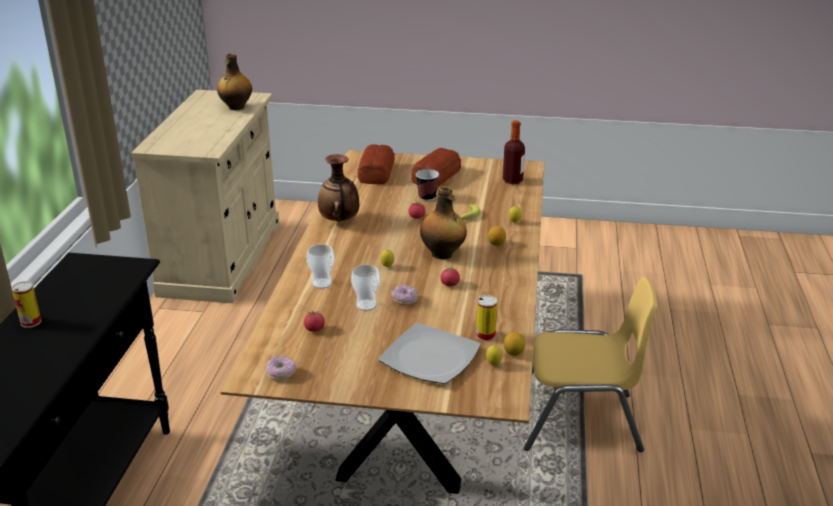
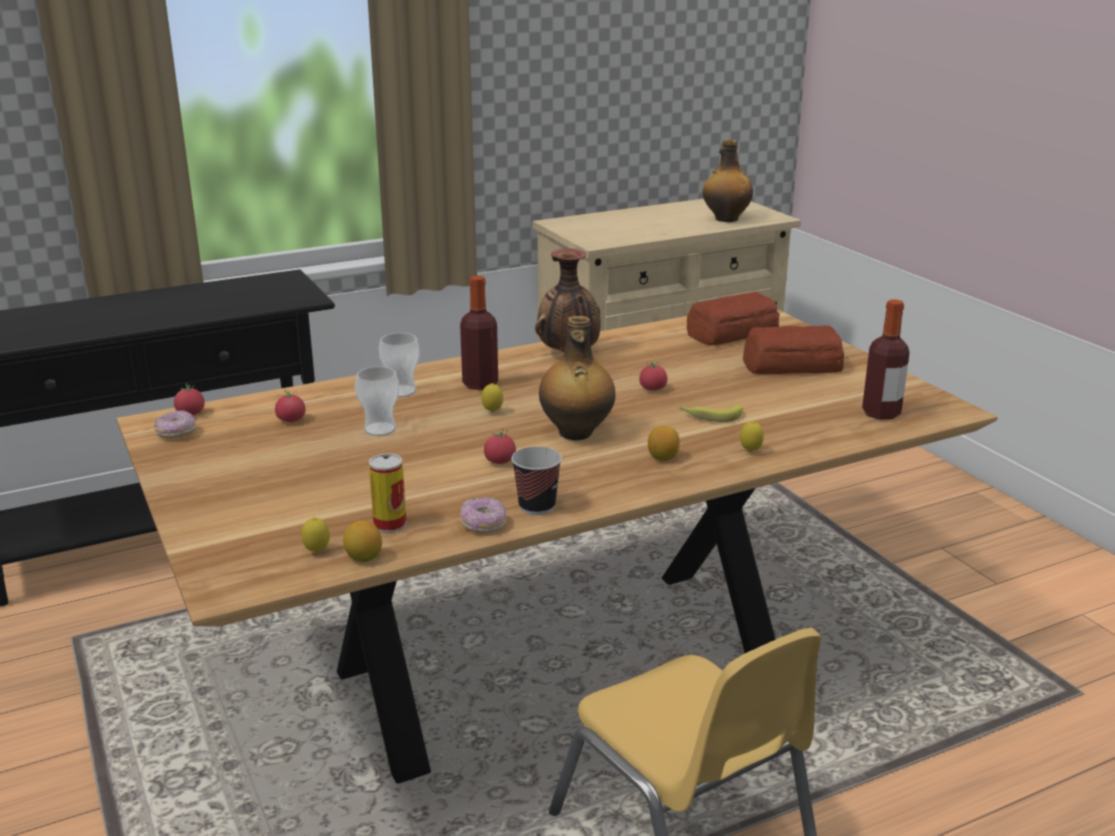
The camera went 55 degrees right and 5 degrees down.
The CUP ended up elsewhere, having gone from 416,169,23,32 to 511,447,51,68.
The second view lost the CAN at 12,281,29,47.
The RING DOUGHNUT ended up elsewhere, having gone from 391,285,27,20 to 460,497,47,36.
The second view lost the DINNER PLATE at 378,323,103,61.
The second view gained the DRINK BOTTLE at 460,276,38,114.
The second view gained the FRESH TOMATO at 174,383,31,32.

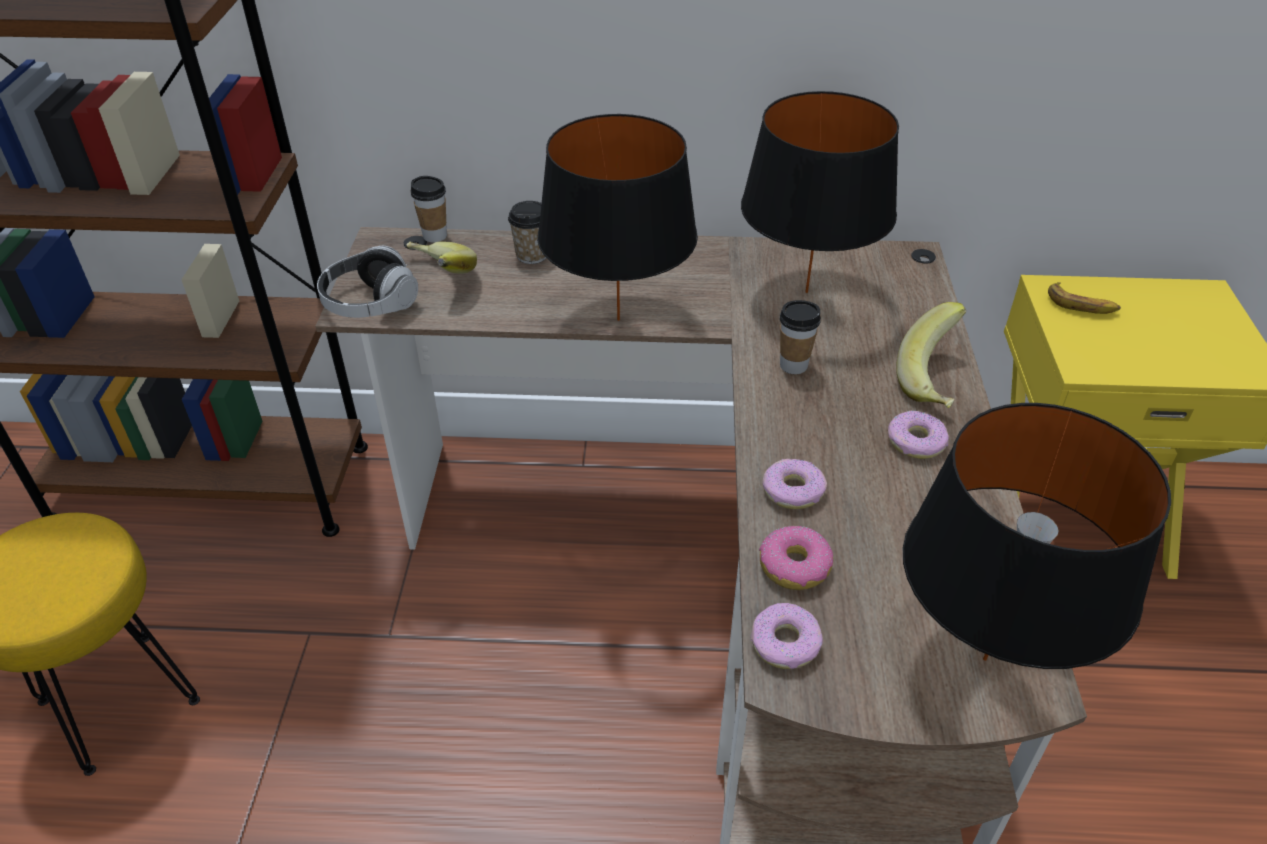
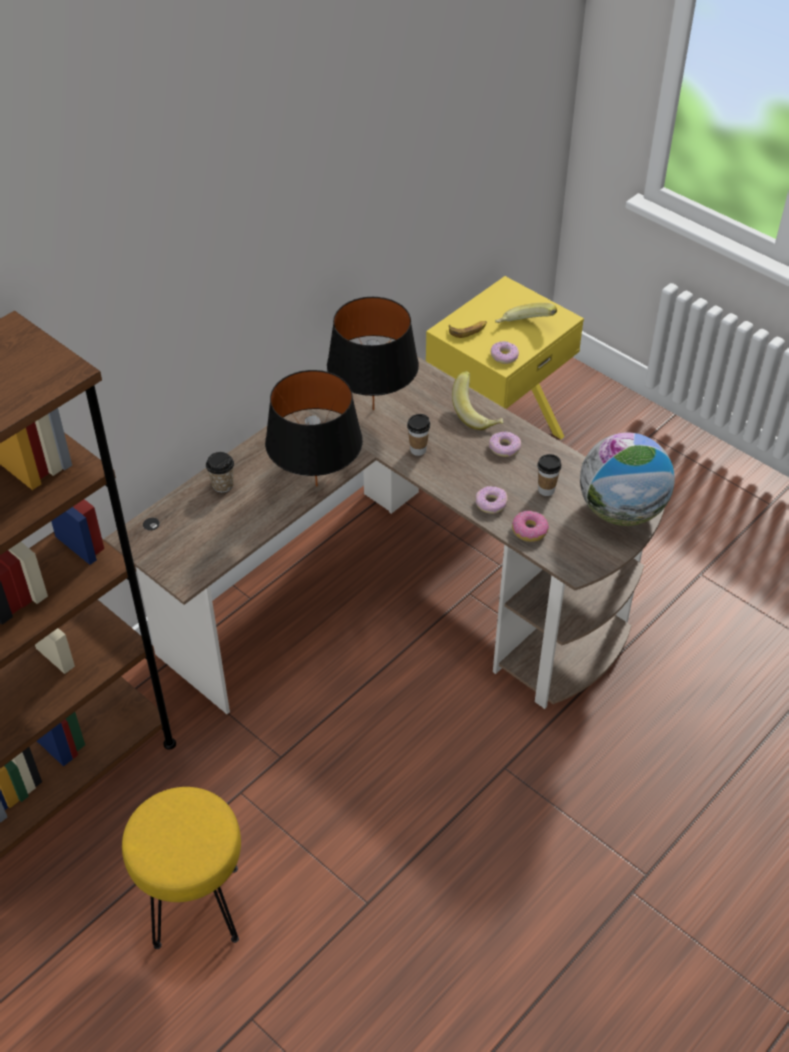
The camera went 50 degrees left and 5 degrees up.
The CUP ended up elsewhere, having gone from 411,176,36,66 to 537,454,24,42.
The BANANA ended up elsewhere, having gone from 406,242,71,32 to 495,303,62,20.
The second view lost the PAIR OF HEADPHONES at 317,246,101,72.
Where the BLACKISH LAMP FOR A TABLE stood at 903,403,268,266, the DESK GLOBE came to stand at 580,433,95,93.
The RING DOUGHNUT ended up elsewhere, having gone from 751,603,72,66 to 491,341,28,23.

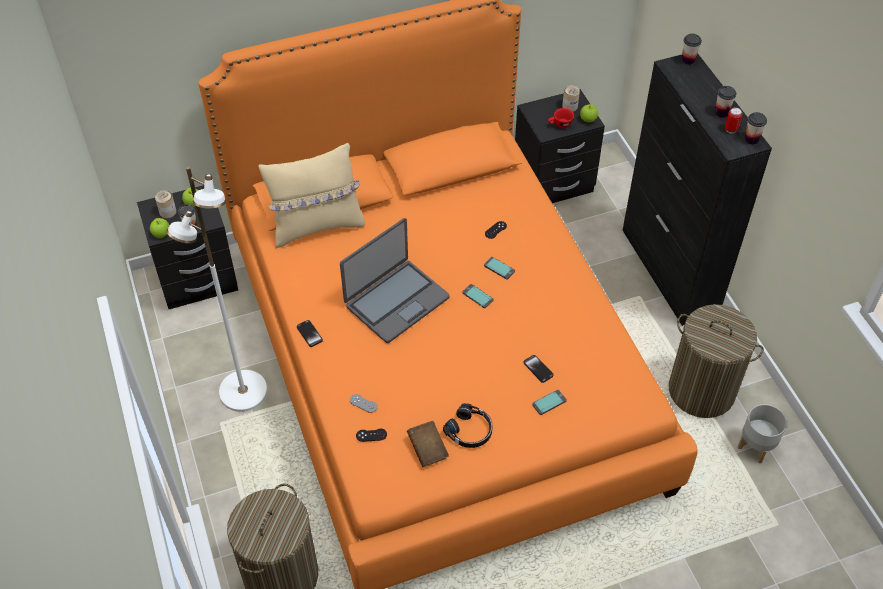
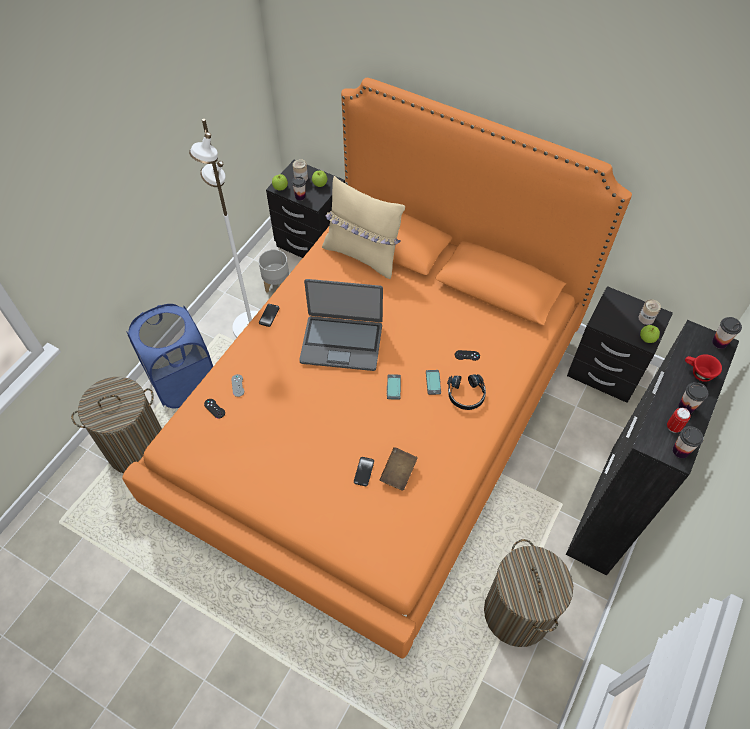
The camera went 50 degrees right and 5 degrees up.
The REDDISH CUP ended up elsewhere, having gone from 548,108,26,20 to 685,354,37,28.
The second view lost the PHONE at 532,390,35,25.
The BLACKISH PAIR OF HEADPHONES ended up elsewhere, having gone from 443,403,50,45 to 447,374,39,36.
The GREYISH PLANTER ended up elsewhere, having gone from 738,404,49,59 to 258,249,31,44.
The BROWNISH BOOK ended up elsewhere, having gone from 407,421,42,46 to 379,447,39,44.
The second view gained the BLUE-COLOURED LAUNDRY BASKET at 126,304,87,105.

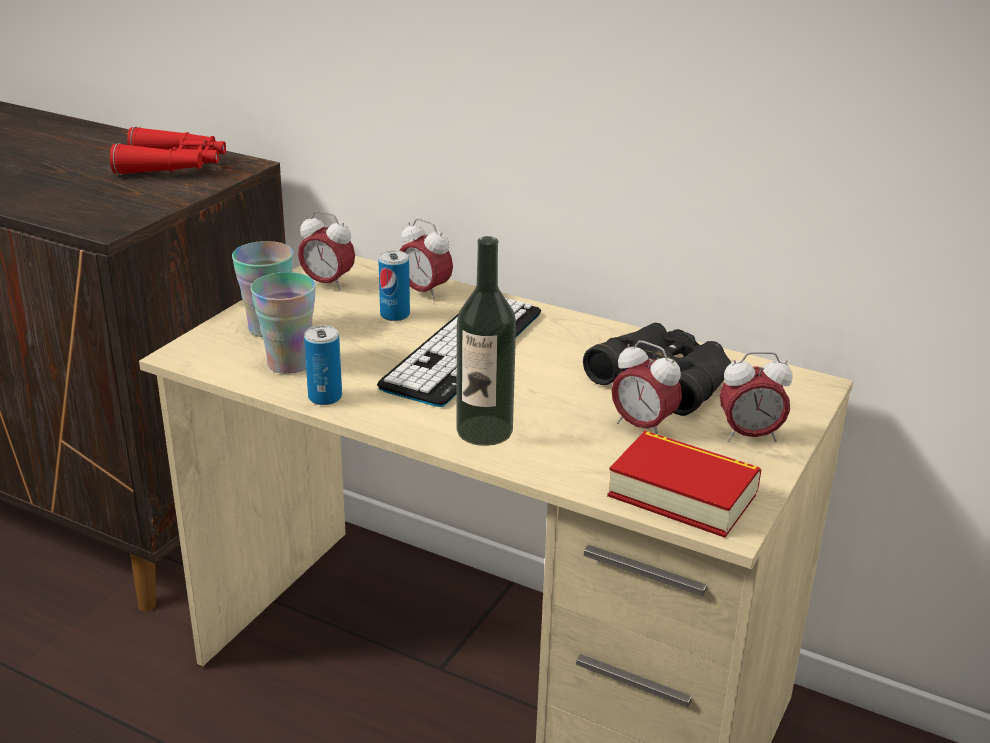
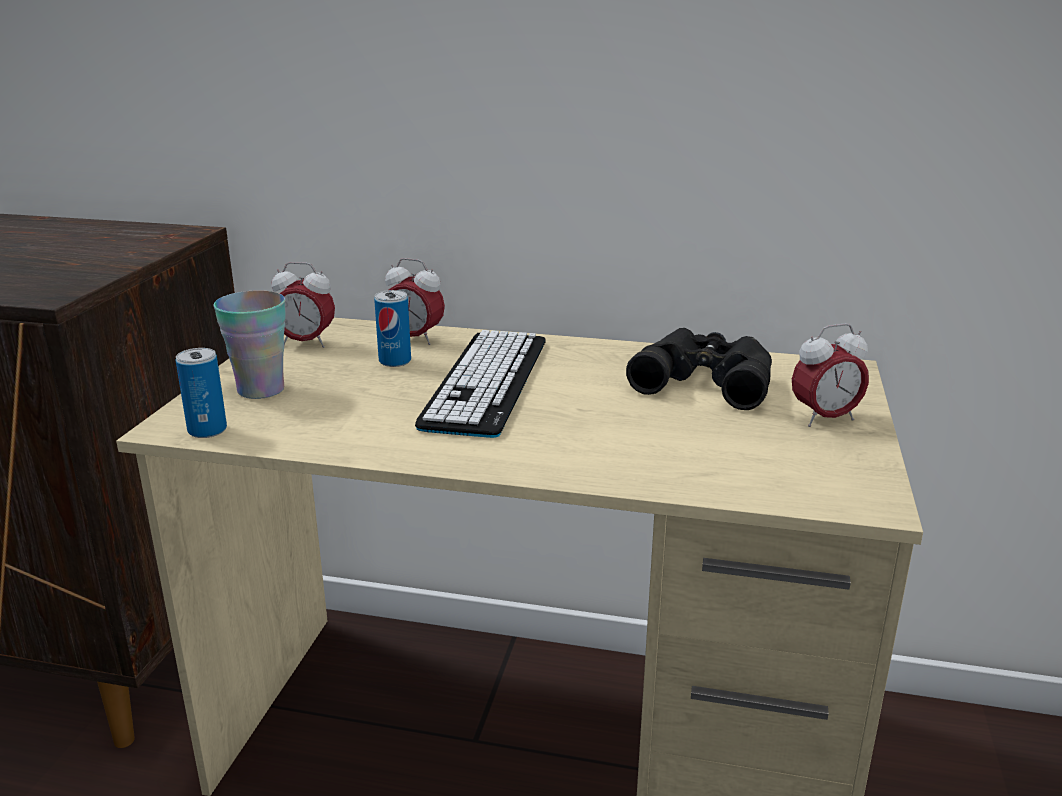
The camera went 15 degrees left and 5 degrees down.
The second view lost the REDDISH BINOCULARS at 110,127,116,48.
The second view lost the DRINK BOTTLE at 456,236,60,210.
The second view lost the CUP at 251,272,65,102.
The CAN ended up elsewhere, having gone from 304,325,38,80 to 176,348,51,90.
The second view lost the TABLE CLOCK at 611,341,71,94.
The second view lost the BOOK at 607,431,154,107.

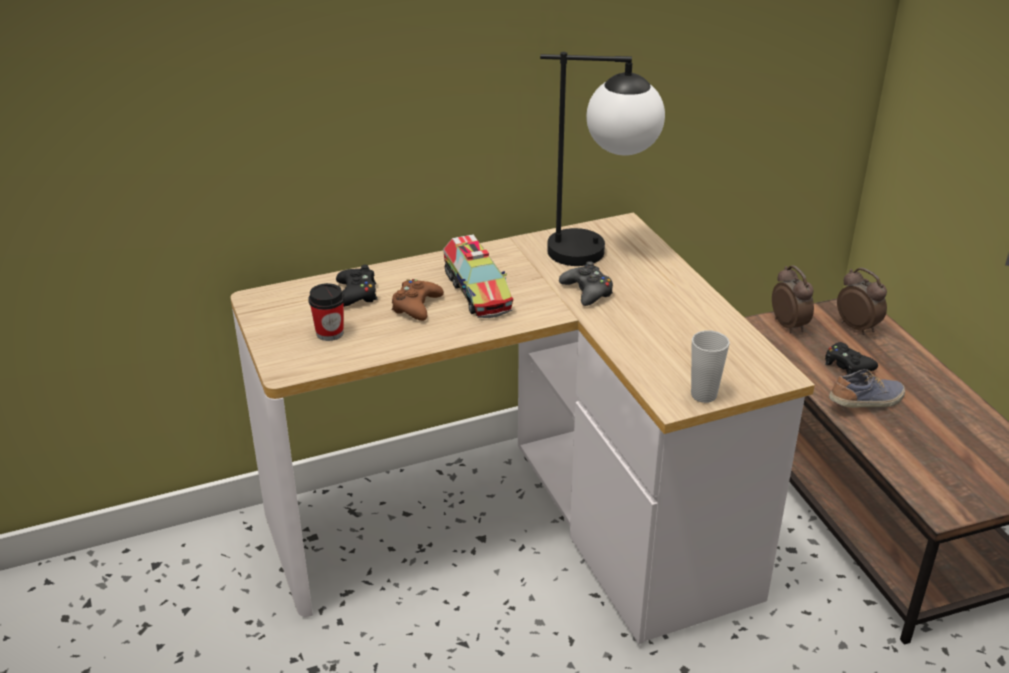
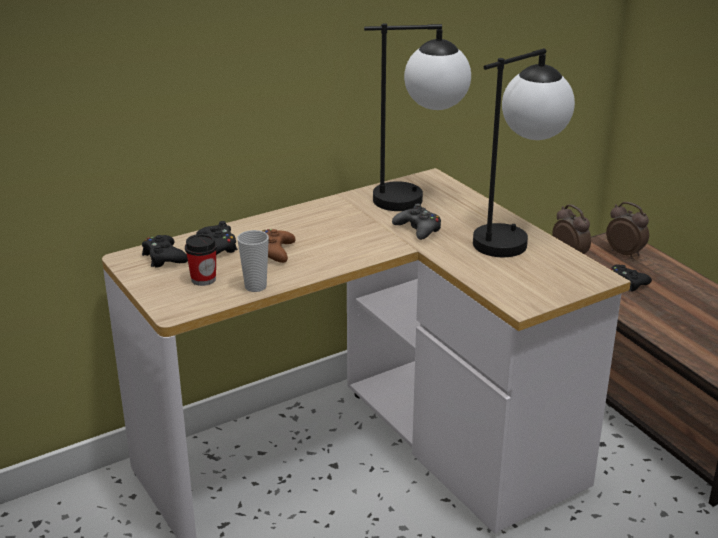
The camera went 10 degrees left and 5 degrees down.
The second view lost the TOY TRUCK at 443,234,70,84.
The CUP ended up elsewhere, having gone from 691,330,39,73 to 237,230,32,62.
The second view lost the ITEM OF FOOTWEAR at 829,369,76,39.
The second view gained the LAMP FOR A TABLE at 473,48,102,209.
The second view gained the BLACKISH JOYPAD at 142,235,46,33.

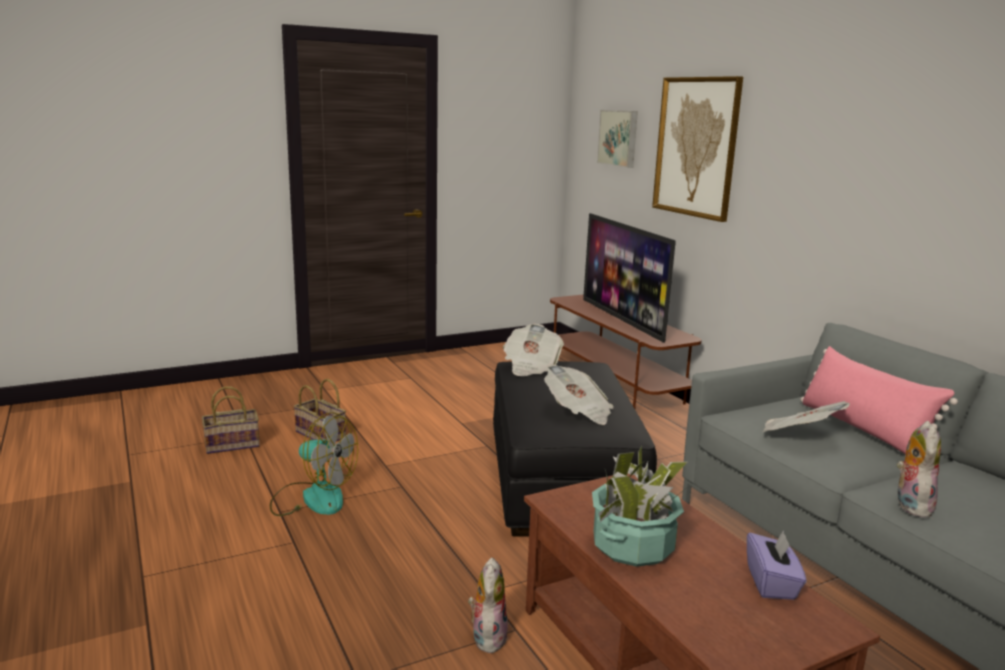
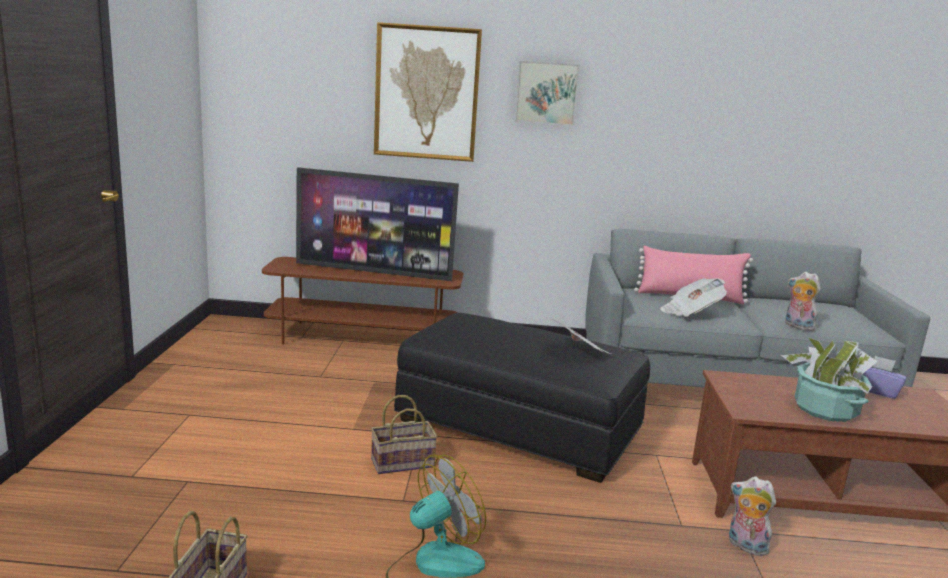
The camera went 60 degrees left and 0 degrees up.
The WALL ART ended up elsewhere, having gone from 597,110,41,58 to 515,61,65,65.
The second view lost the DAILY PAPER at 503,324,61,52.
The STORAGE BASKET ended up elsewhere, having gone from 294,379,52,62 to 371,395,67,79.

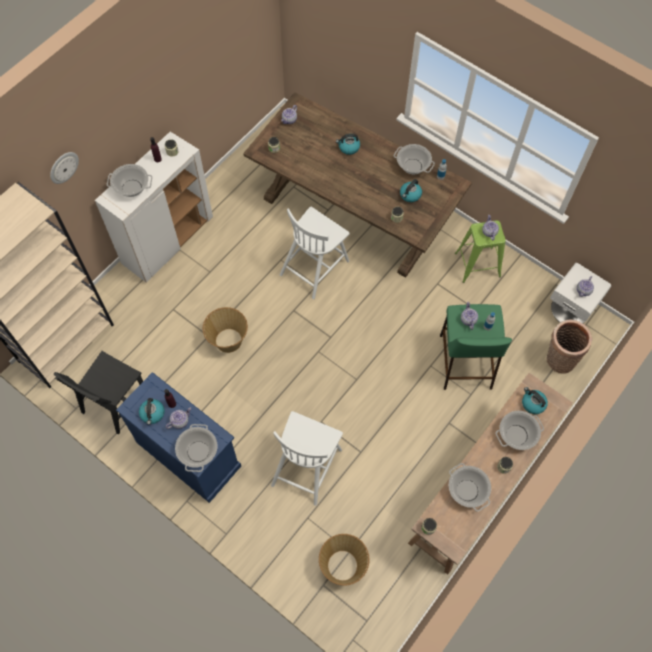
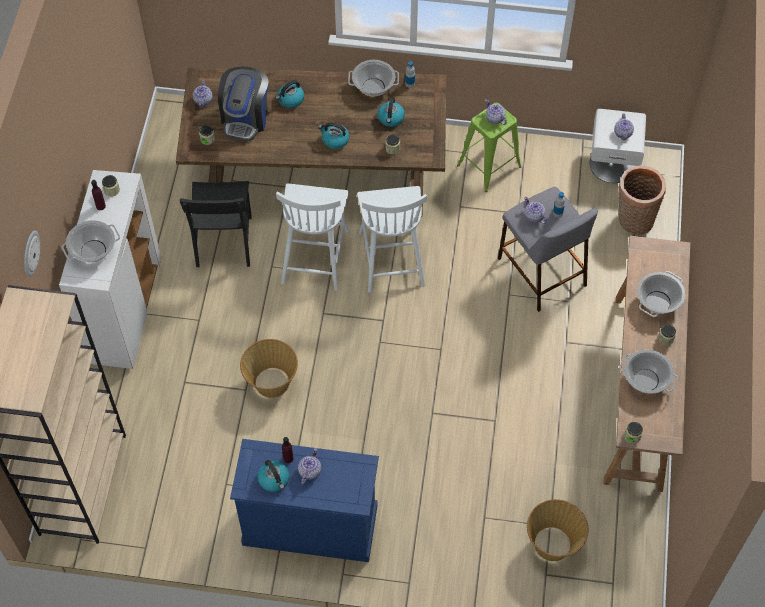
The camera went 30 degrees left and 5 degrees down.
What was the GREENISH STOOL SEAT at 440,304,72,86 turned into the GREYISH STOOL SEAT at 498,187,100,125.
The BLACKISH PLAIN CHAIR ended up elsewhere, having gone from 53,351,90,84 to 180,181,72,86.
The WATER KETTLE ended up elsewhere, having gone from 522,387,26,27 to 318,122,31,27.
The WHITISH PLAIN CHAIR ended up elsewhere, having gone from 271,411,72,95 to 357,186,70,107.
The second view lost the COOKING POT at 175,424,42,48.
The second view gained the COFFEE BREWER at 218,66,50,75.

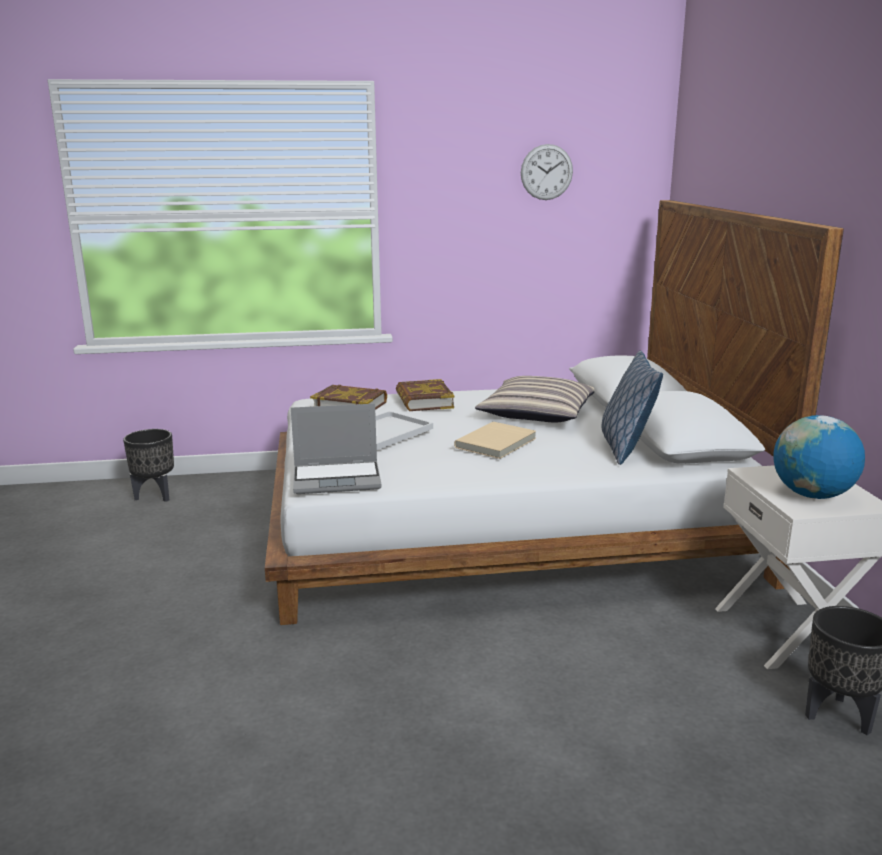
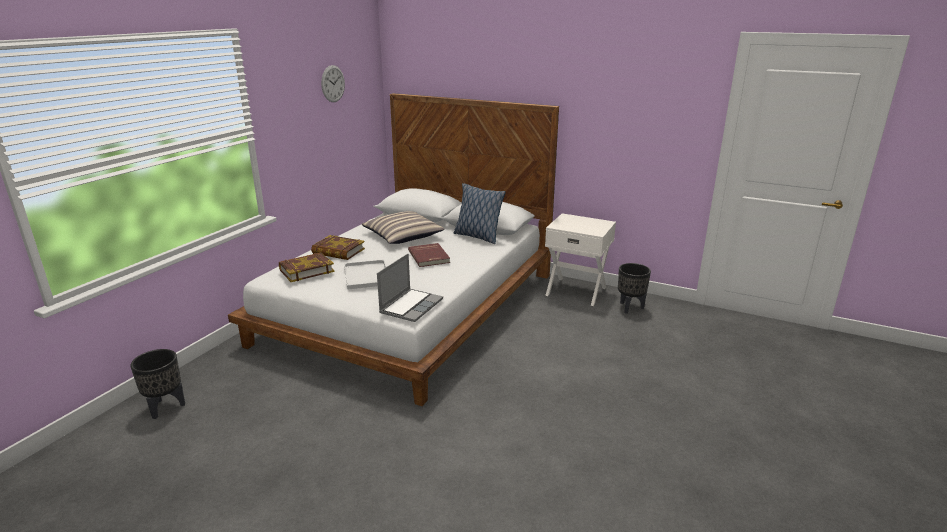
The camera went 55 degrees left and 5 degrees up.
The second view lost the DESK GLOBE at 773,415,92,84.
What was the BEIGE BOOK at 454,422,82,37 turned into the REDDISH BOOK at 408,243,42,24.

